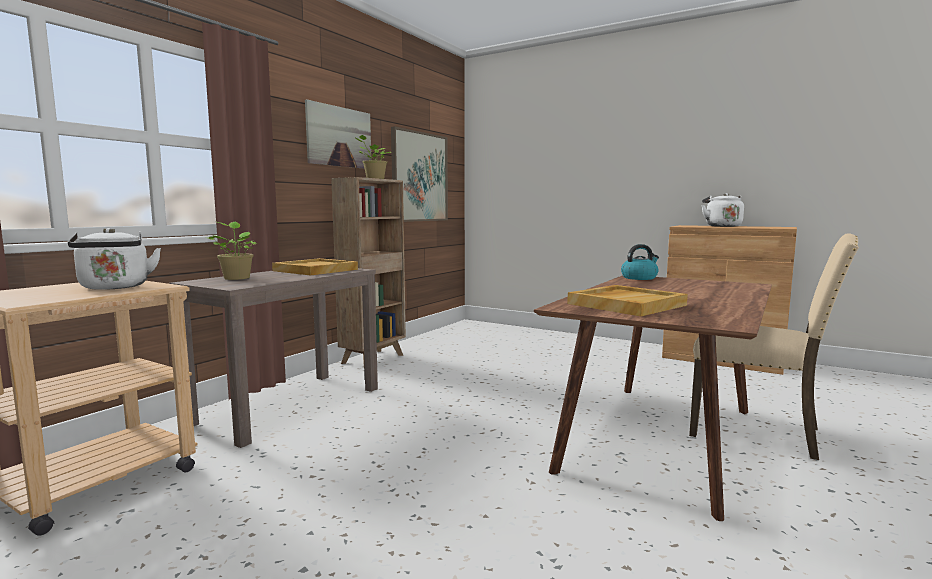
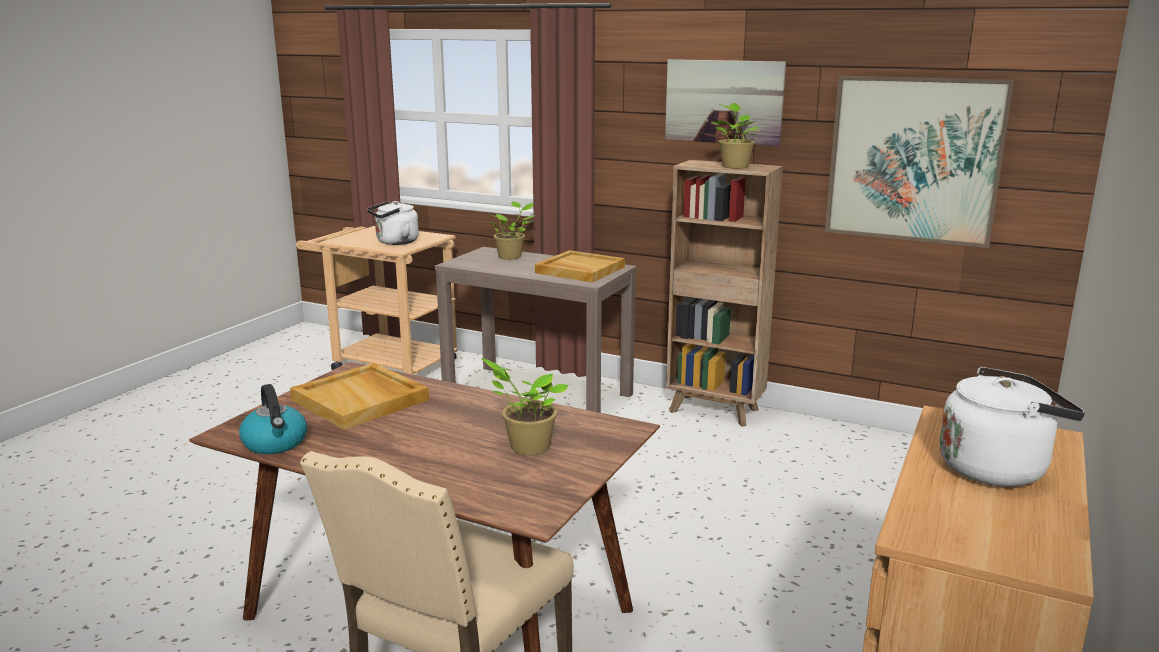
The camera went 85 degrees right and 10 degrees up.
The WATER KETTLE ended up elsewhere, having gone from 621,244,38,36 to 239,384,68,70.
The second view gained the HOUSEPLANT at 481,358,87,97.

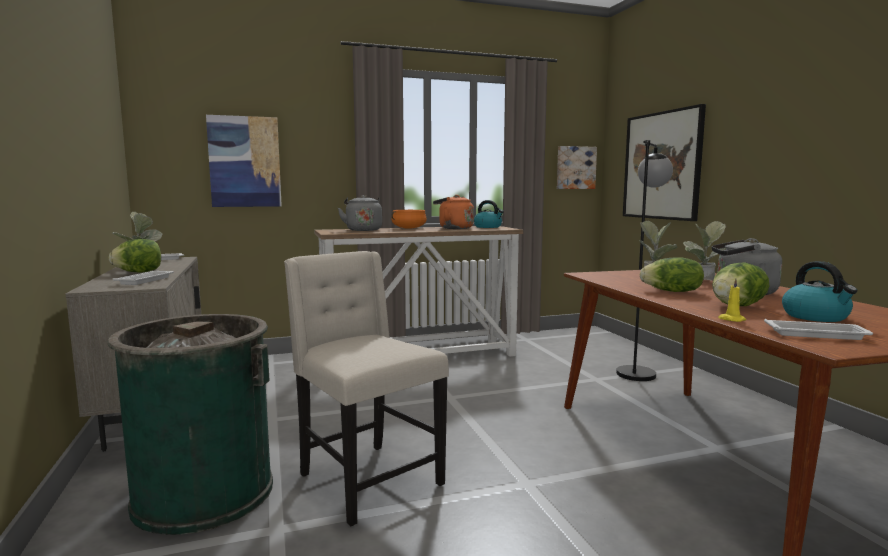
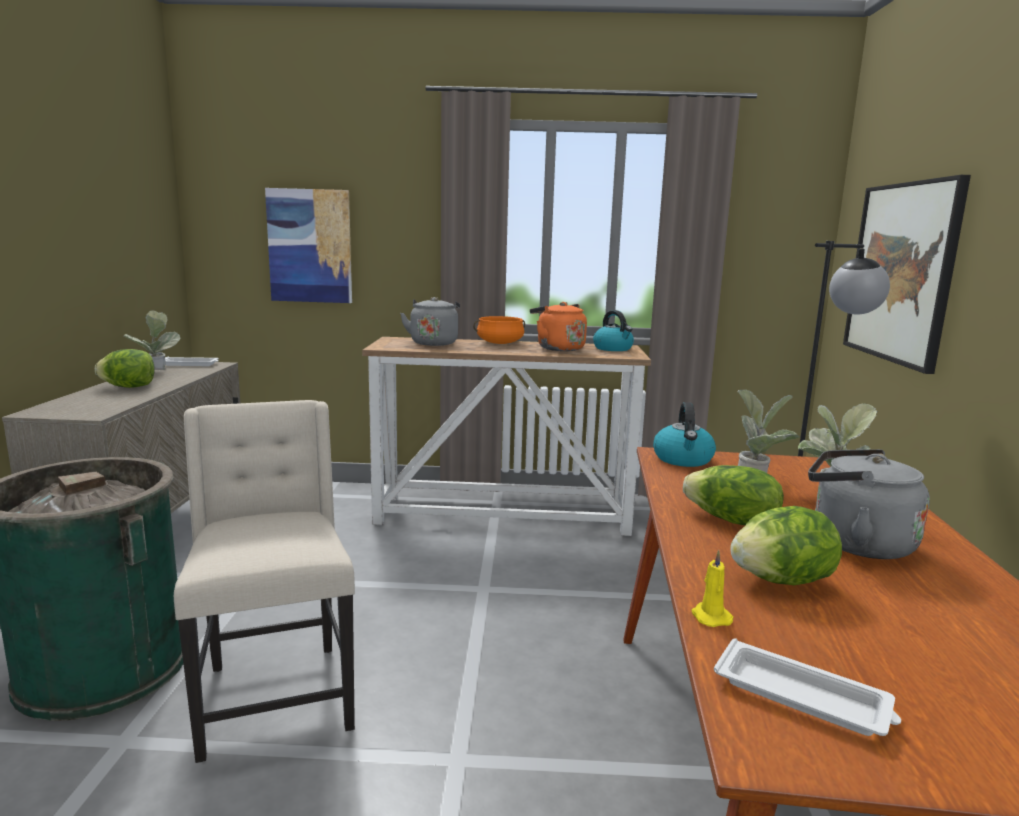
The camera went 20 degrees right and 5 degrees up.
The second view lost the WALL ART at 557,146,40,43.
The WATER KETTLE ended up elsewhere, having gone from 782,261,76,61 to 653,402,63,65.
The second view lost the WHITISH CARRYING TRAY at 113,271,61,14.

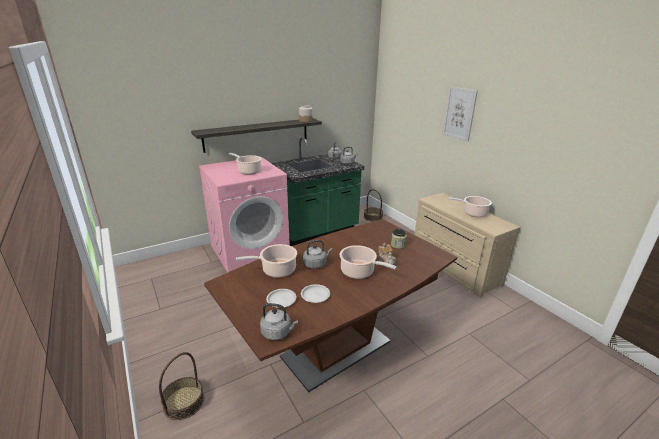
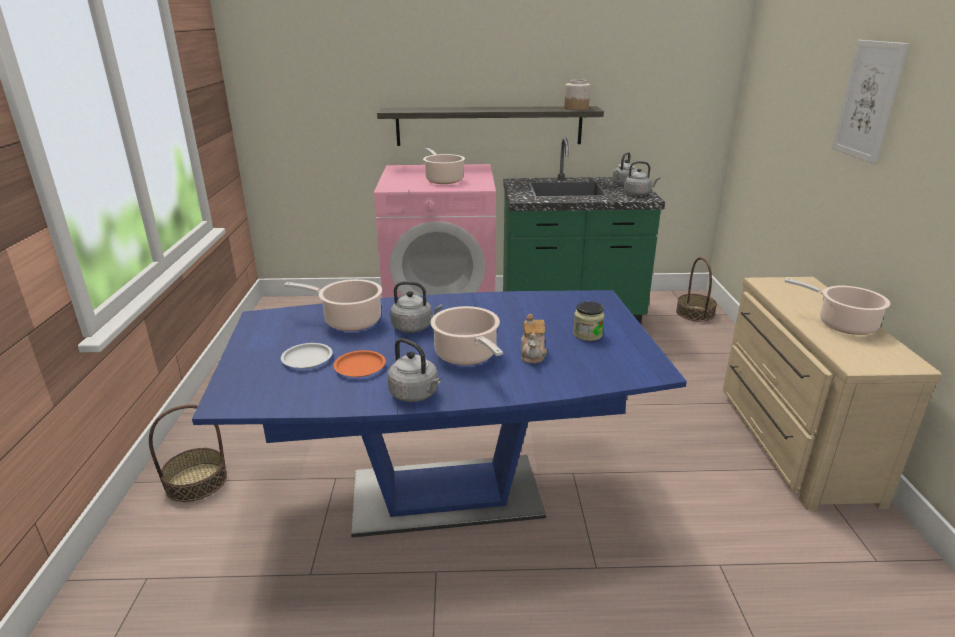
The camera went 30 degrees right and 0 degrees up.
What was the BROWNISH DINNER TABLE at 204,219,253,173 turned into the BLUE-COLOURED DINNER TABLE at 192,290,495,248.
What was the WHITISH DINNER PLATE at 301,284,29,19 turned into the ORANGE DINNER PLATE at 333,350,53,27.
The GREYISH WATER KETTLE ended up elsewhere, having gone from 260,303,38,37 to 388,338,53,64.

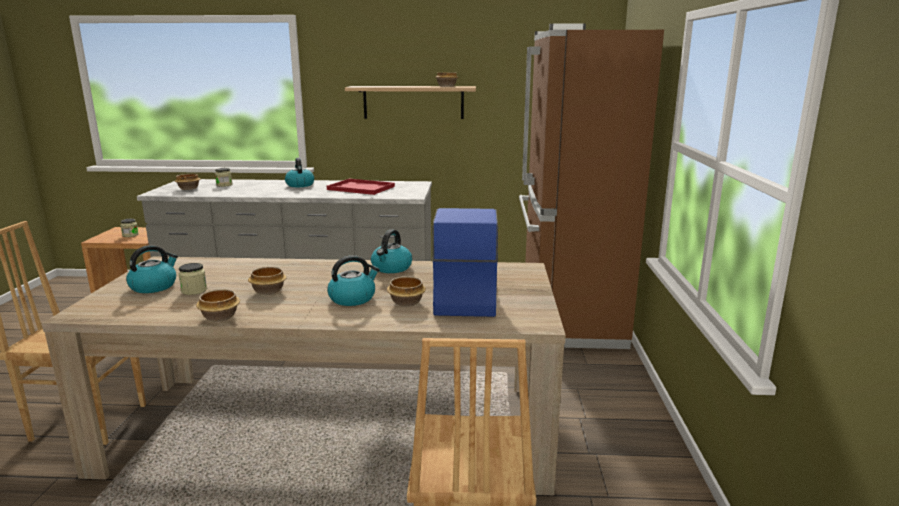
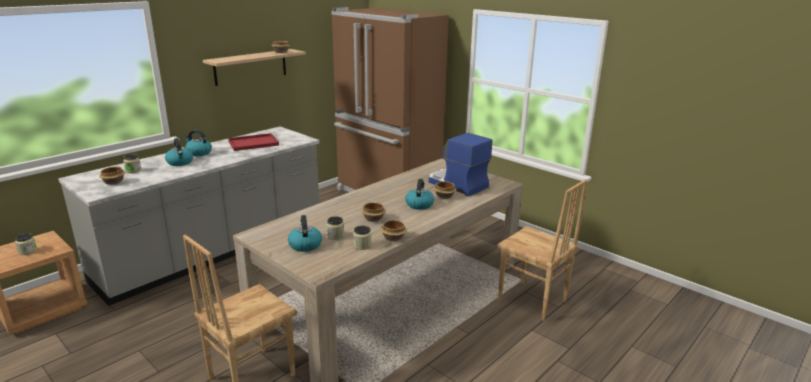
The camera went 50 degrees left and 5 degrees up.
The WATER KETTLE ended up elsewhere, having gone from 371,229,41,44 to 165,138,28,28.
The second view gained the STORAGE JAR at 353,225,18,25.

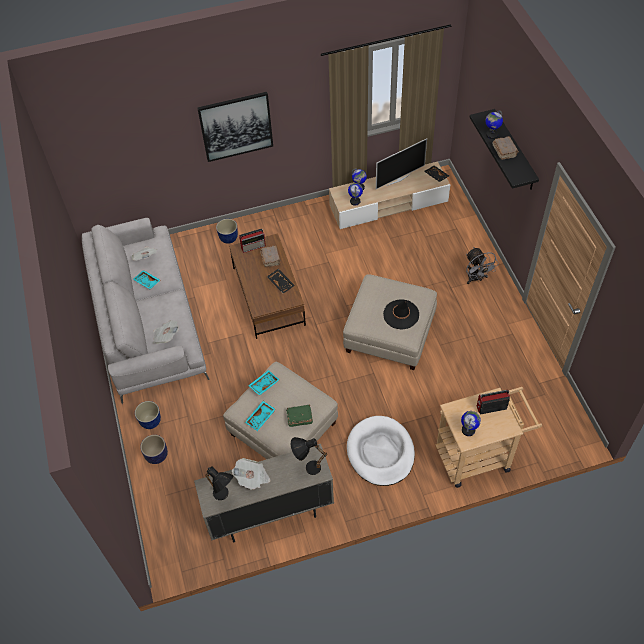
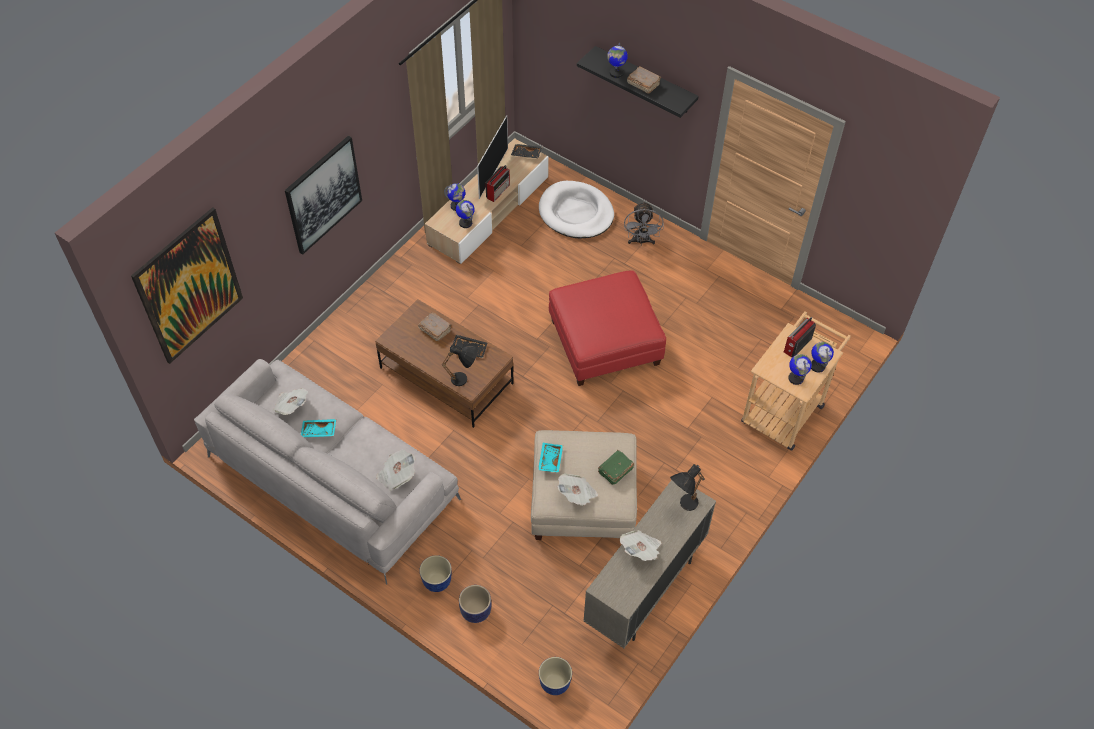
The camera went 40 degrees left and 0 degrees up.
The PLANTER ended up elsewhere, having gone from 216,219,22,25 to 539,657,33,38.
The RADIO ended up elsewhere, having gone from 239,229,27,24 to 485,165,25,37.
The GREYISH COOLING FAN at 466,247,33,37 ended up facing another way, 60 degrees clockwise from before.
What was the BEIGE OTTOMAN at 343,274,94,96 turned into the REDDISH OTTOMAN at 549,270,117,116.
The second view lost the BLACKISH HAT at 383,299,36,31.
Where the TURQUOISE CARRYING TRAY stood at 245,401,31,30, the DAILY PAPER came to stand at 557,473,41,33.
The WHITISH DOG CUSHION ended up elsewhere, having gone from 347,416,68,70 to 539,181,75,57.
The BLACKISH LAMP FOR A TABLE ended up elsewhere, having gone from 205,466,29,34 to 442,344,36,42.
The second view gained the WALL ART at 131,207,112,157.
The second view gained the DESK GLOBE at 811,342,23,31.

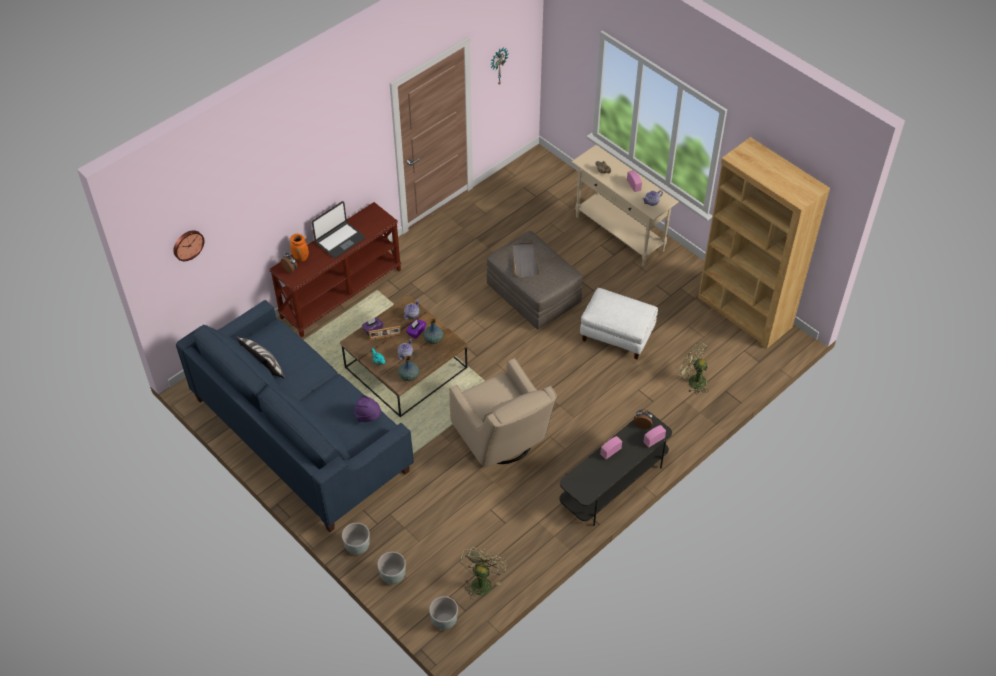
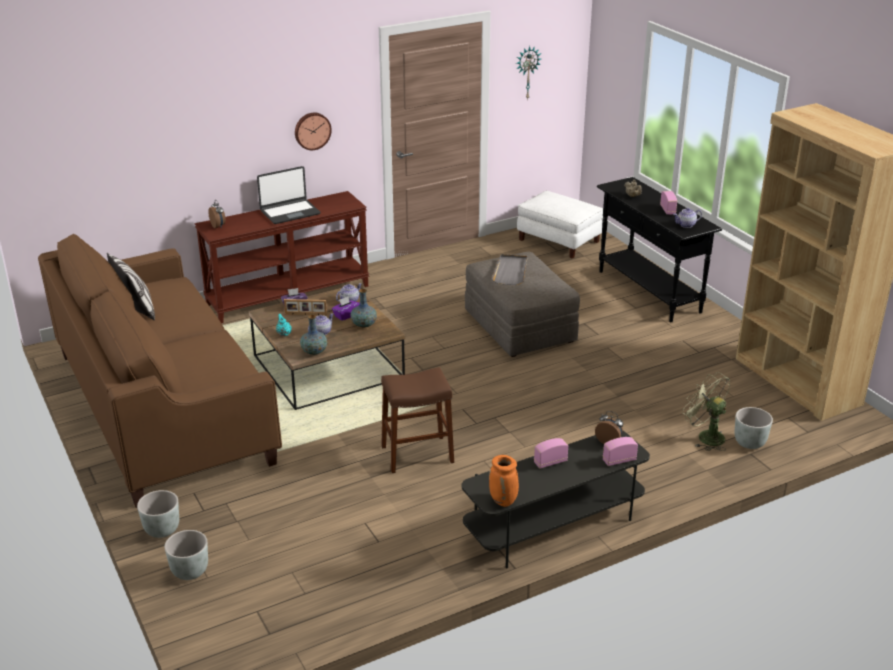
The camera went 15 degrees right and 20 degrees down.
What was the BEIGE HALL TABLE at 571,145,108,121 turned into the BLACKISH HALL TABLE at 597,177,125,145.
The HANGING CLOCK ended up elsewhere, having gone from 173,230,32,31 to 295,113,37,37.
The ORANGE FLOWER VASE ended up elsewhere, having gone from 290,234,19,28 to 489,455,30,52.
The WHITISH OTTOMAN ended up elsewhere, having gone from 580,288,78,71 to 517,191,86,68.
What was the BLUE-COLOURED SOFA at 176,300,238,232 turned into the BROWNISH SOFA at 38,234,244,274.
Where the BEIGE ARMCHAIR stood at 449,358,108,109, the BROWNISH STOOL SEAT came to stand at 381,367,73,106.
The second view lost the PURPLE-COLOURED HAT at 354,395,27,27.
The second view lost the GREENISH COOLING FAN at 461,547,45,51.
The GREYISH PLANTER ended up elsewhere, having gone from 429,596,29,34 to 734,407,39,42.

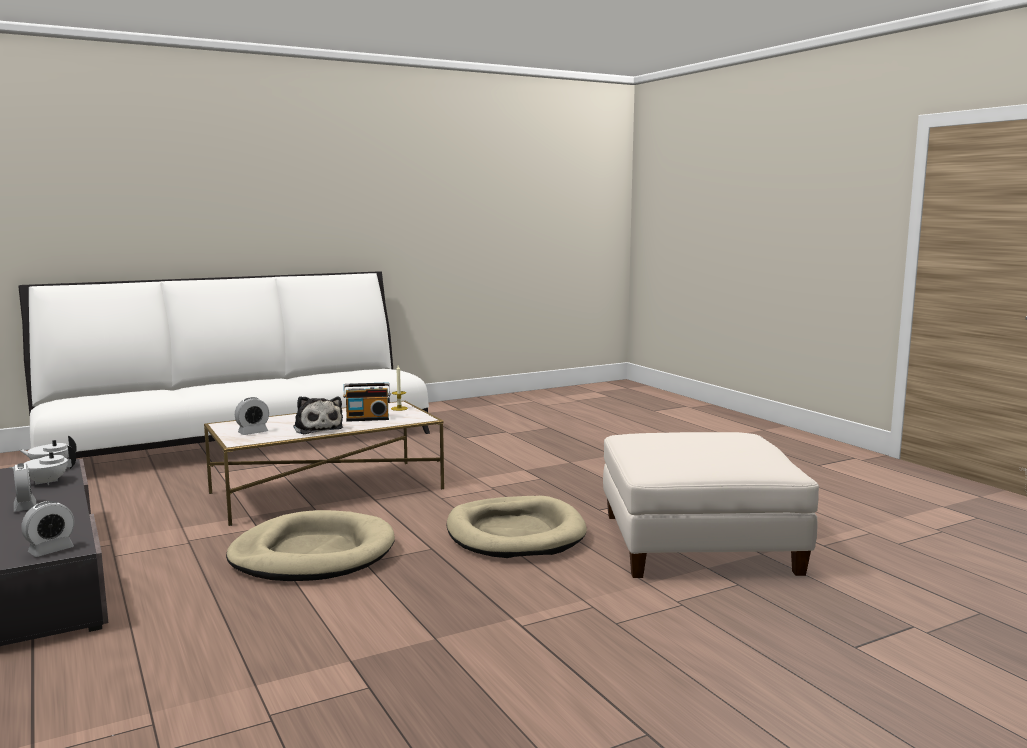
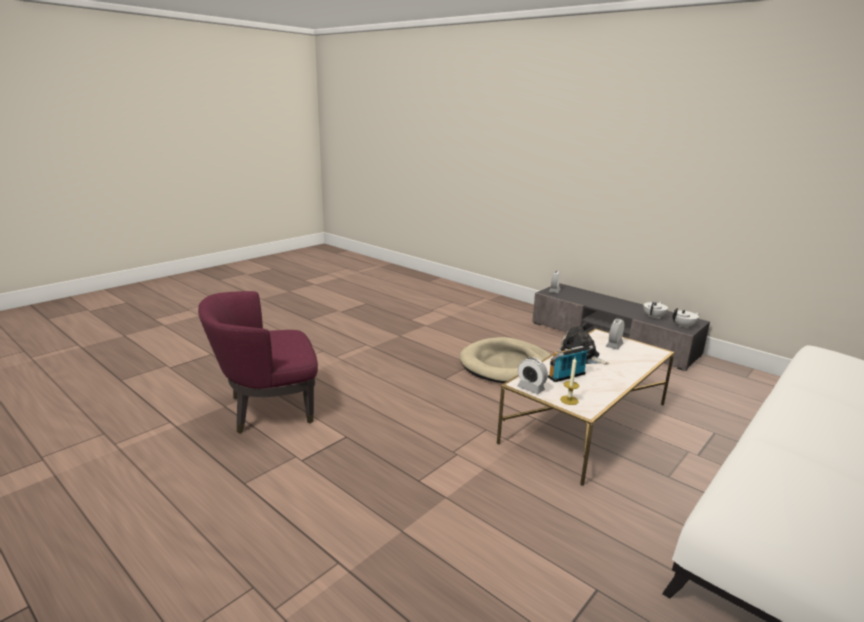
The camera went 160 degrees right and 10 degrees up.
Where the WHITISH OTTOMAN stood at 603,432,216,146, the PURPLE-COLOURED ARMCHAIR came to stand at 198,291,120,143.
The TABLE CLOCK ended up elsewhere, having gone from 13,463,24,49 to 517,357,31,37.
The second view lost the BEIGE DOG CUSHION at 447,496,140,62.

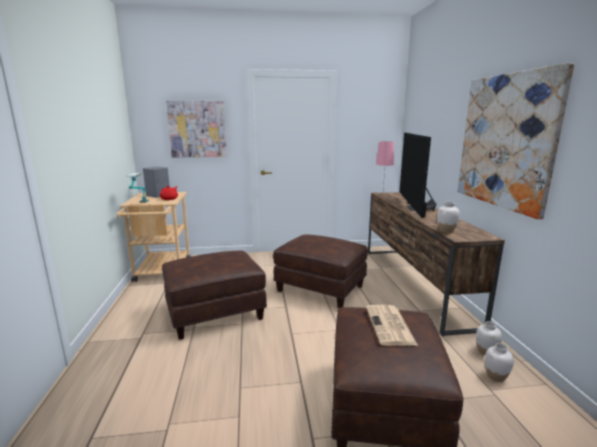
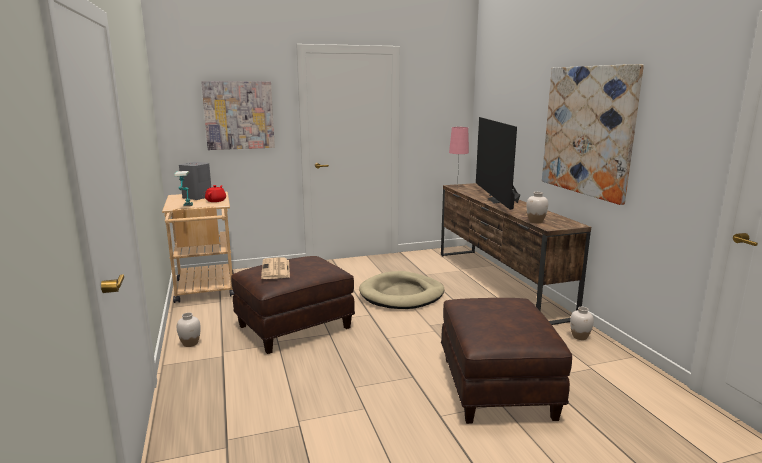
The camera went 10 degrees left and 0 degrees up.
Where the BROWNISH OTTOMAN stood at 273,235,95,73, the BEIGE DOG CUSHION came to stand at 359,271,85,38.
The DAILY PAPER ended up elsewhere, having gone from 366,305,51,41 to 261,258,29,21.
The WHITISH FLOWER VASE ended up elsewhere, having gone from 485,343,29,39 to 177,313,24,34.

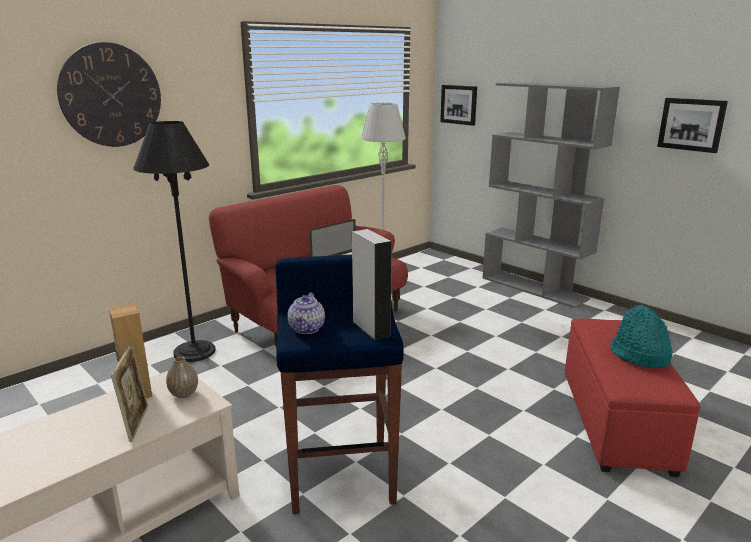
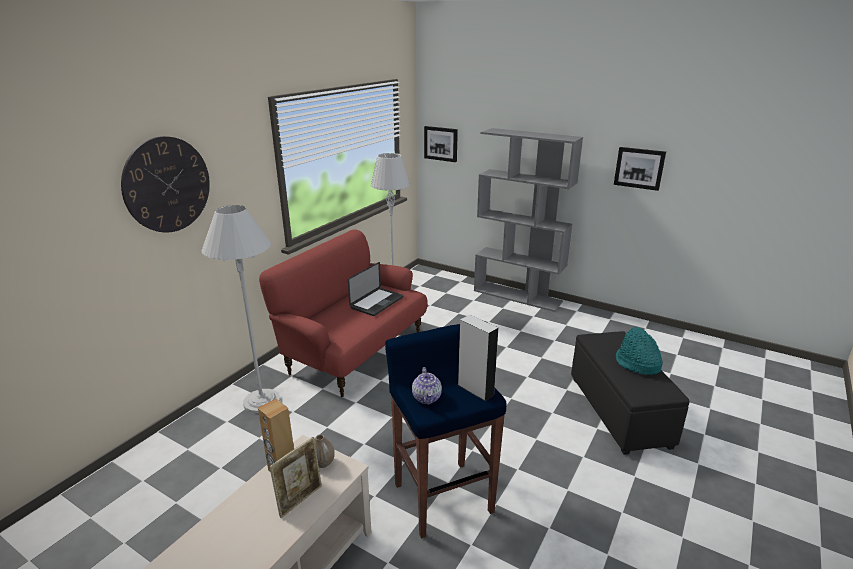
The camera went 15 degrees left and 5 degrees up.
What was the BLACKISH FLOOR LAMP at 133,121,83,241 turned into the WHITISH FLOOR LAMP at 202,205,79,208.
What was the REDDISH OTTOMAN at 565,318,135,159 turned into the BLACKISH OTTOMAN at 571,331,118,124.
The STANDING FRAME at 111,344,37,98 ended up facing another way, 60 degrees clockwise from before.

